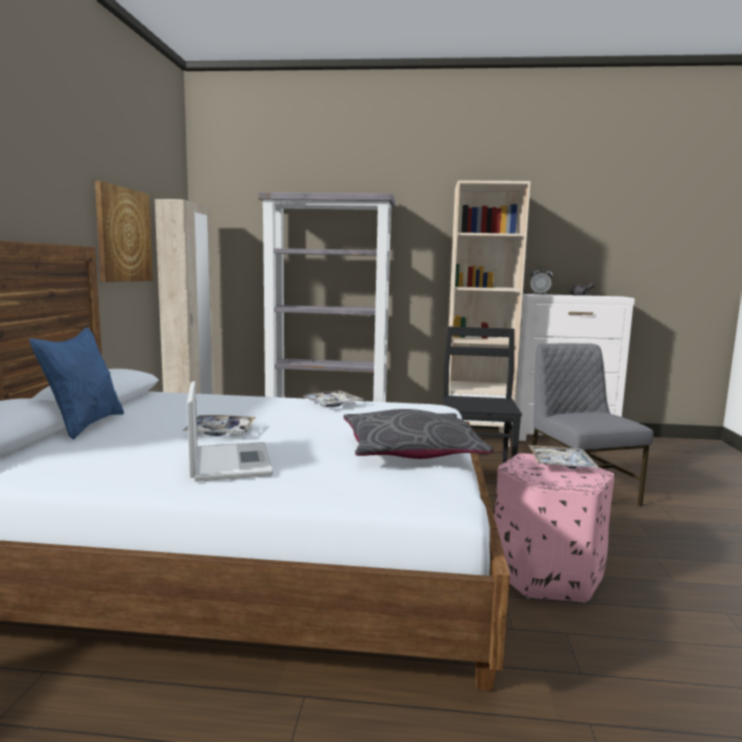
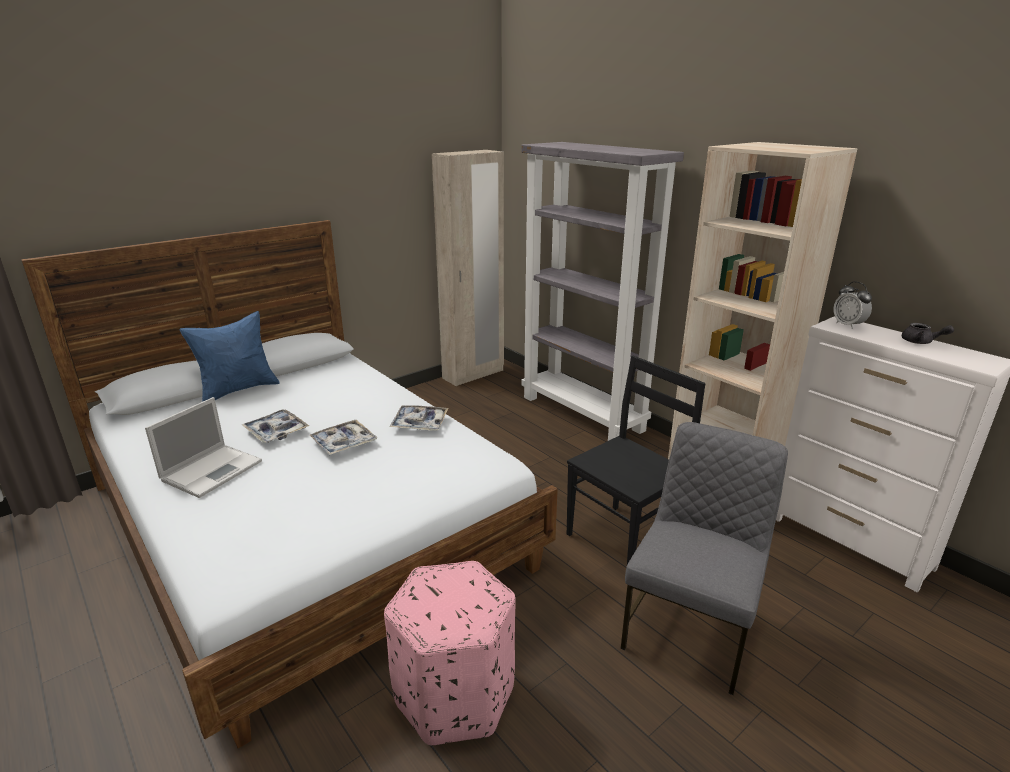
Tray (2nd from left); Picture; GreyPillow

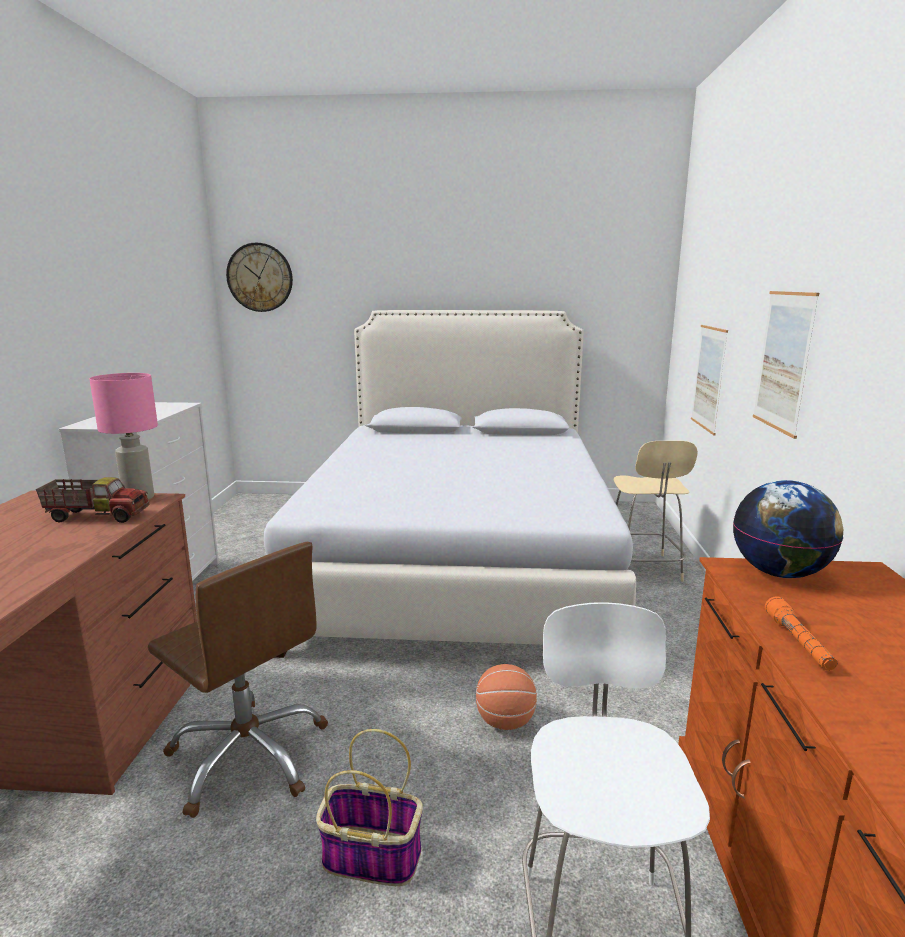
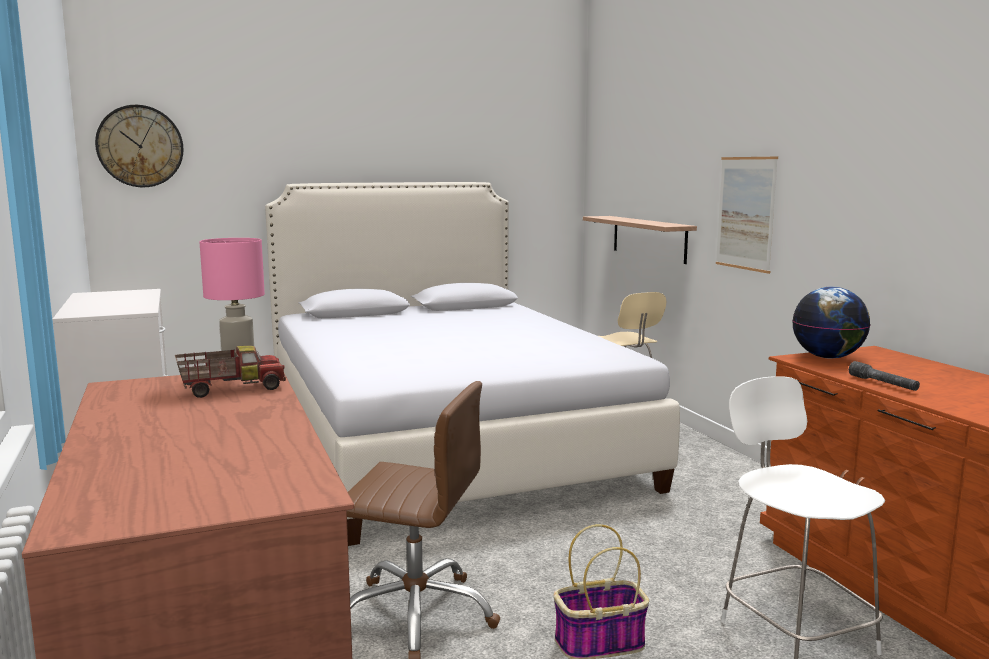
Shelf; GreyFlashlight; Basketball

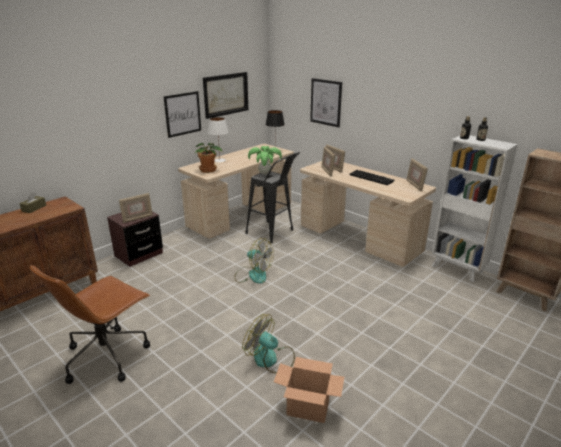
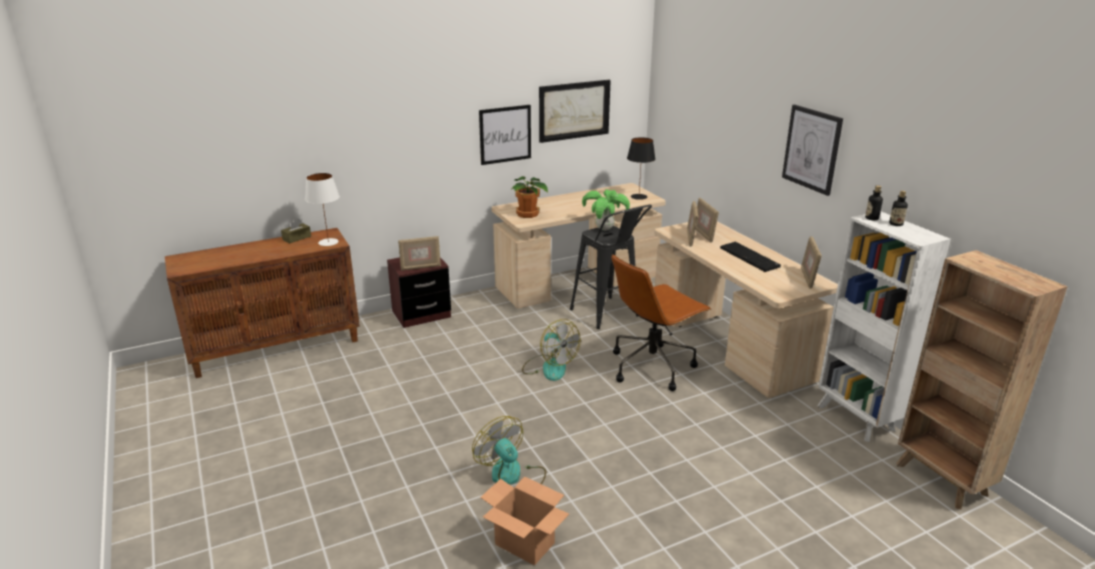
WhiteTableLamp; BrownOfficeChair; Picture (3rd from left)

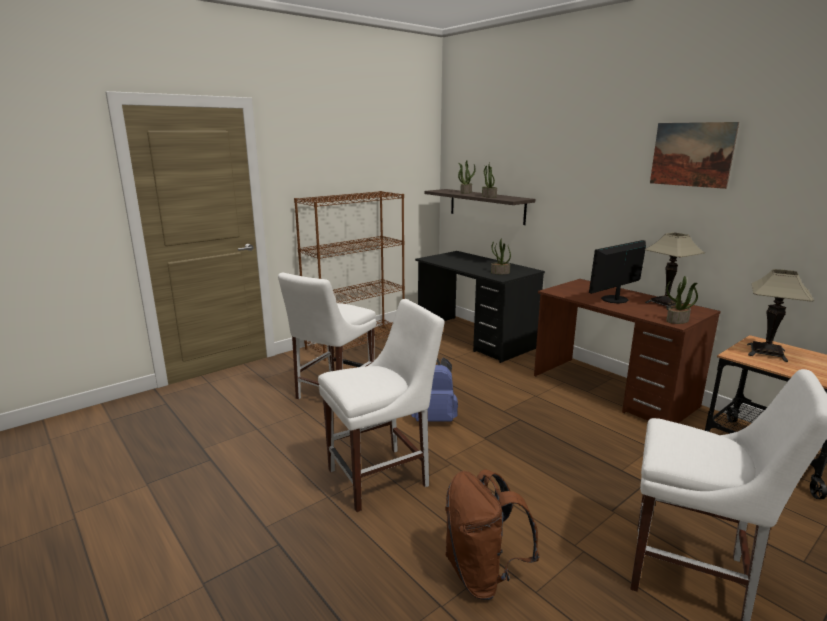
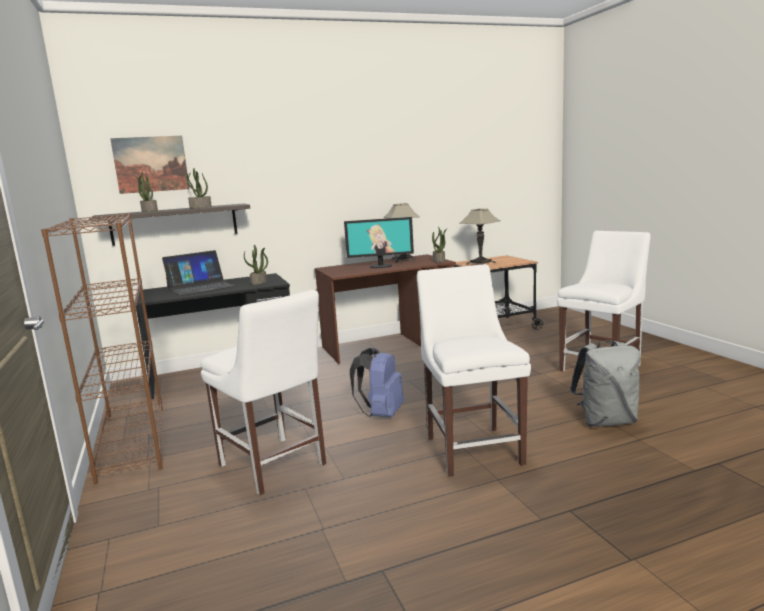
Picture; Laptop; Monitor; GreyBackpack

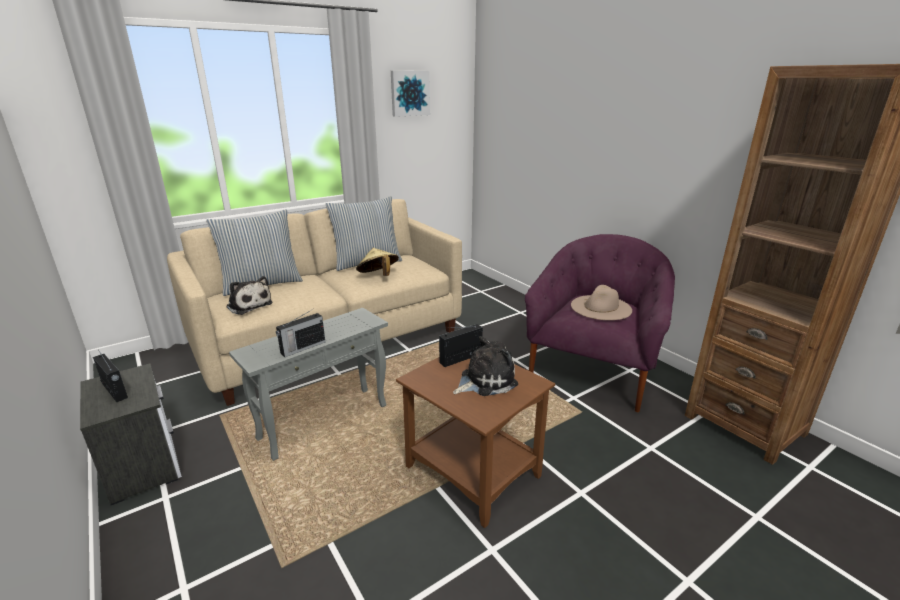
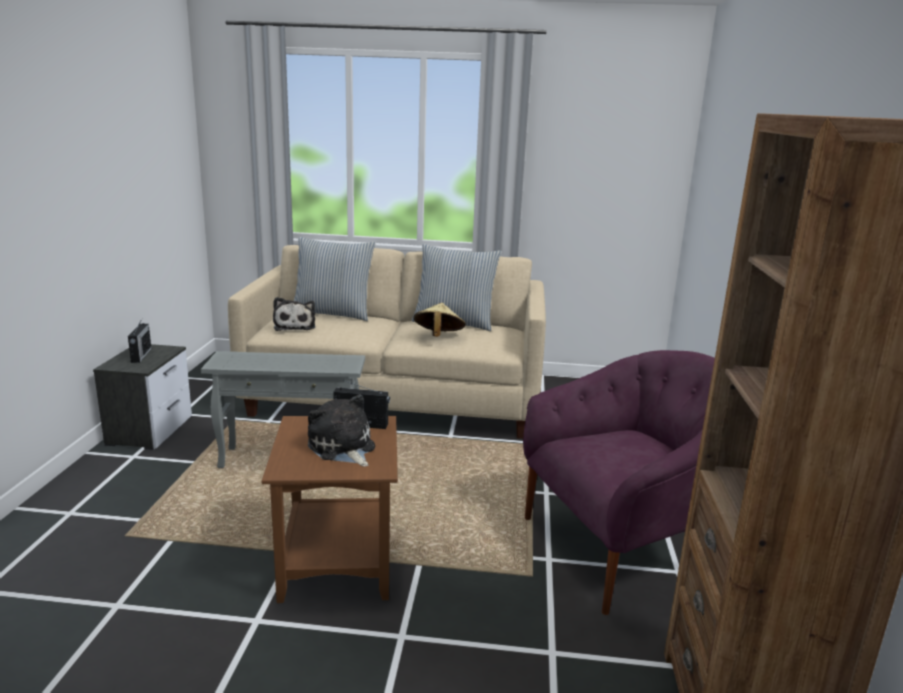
PlushToy (2nd from left); Radio (2nd from left in the first image); Picture; BeigeHat (2nd from left in the first image)

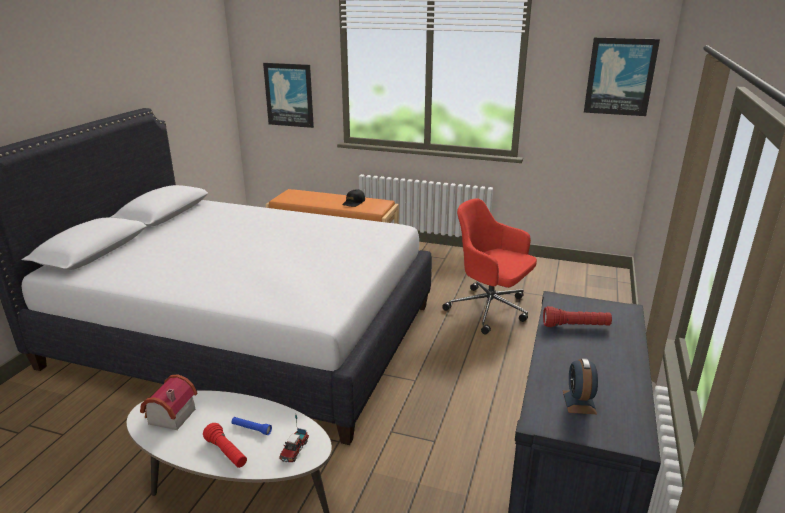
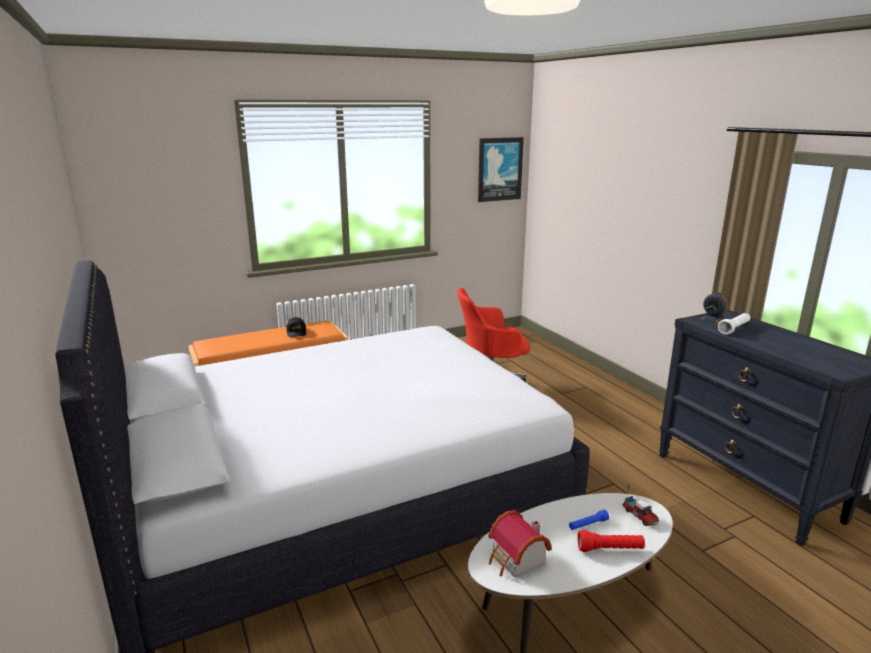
AlarmClock; WhiteFlashlight; Picture (1st from left in the first image)

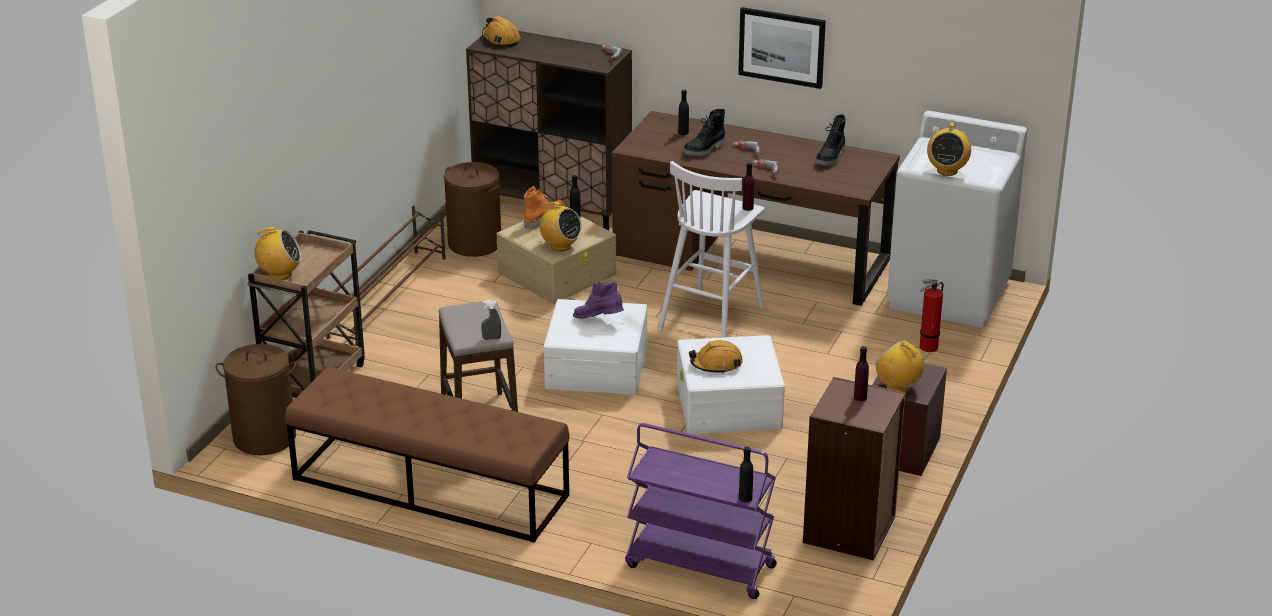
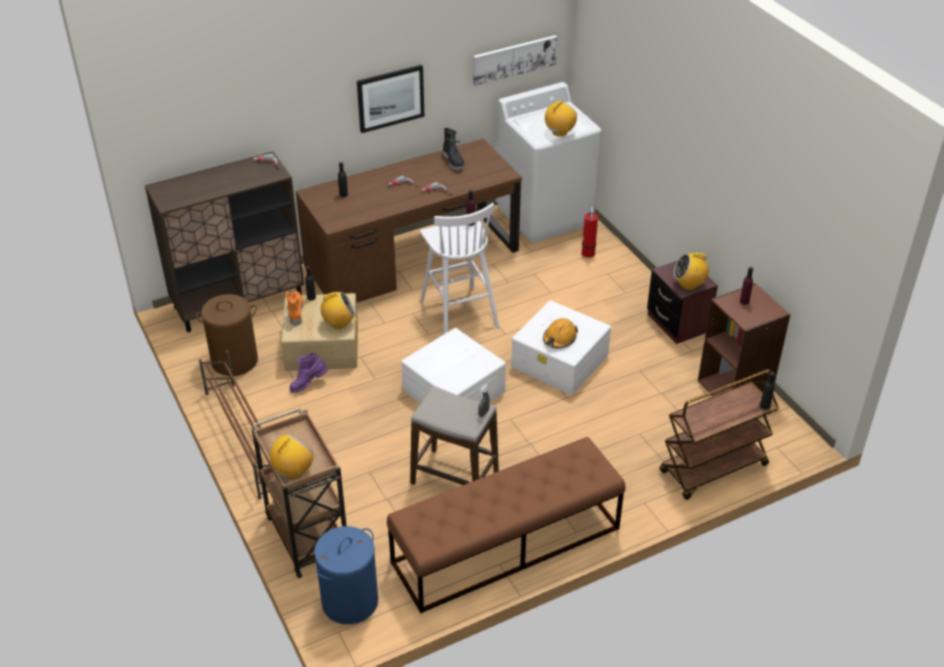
PurpleBoot; BlueLaundryBasket; Picture (2nd from left); Radio (3rd from left); BrownCart (2nd from left); OrangeHardHat (1st from left in the first image); BlackBoot (1st from left in the first image)

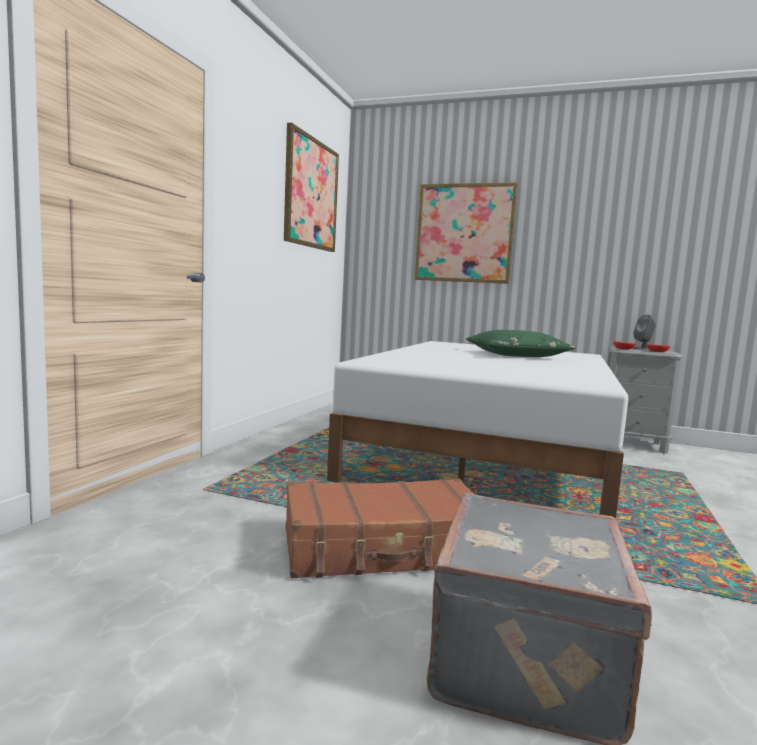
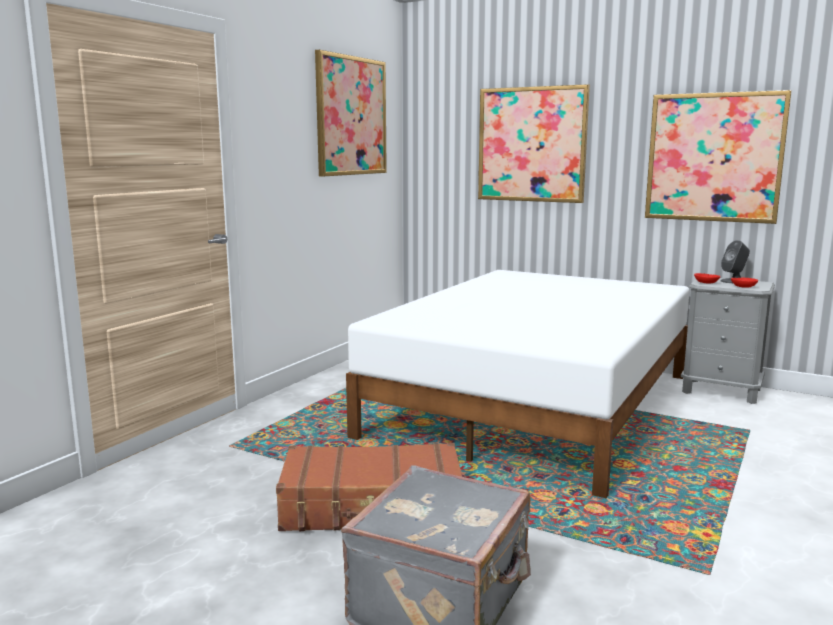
Picture (3rd from left); GreenPillow

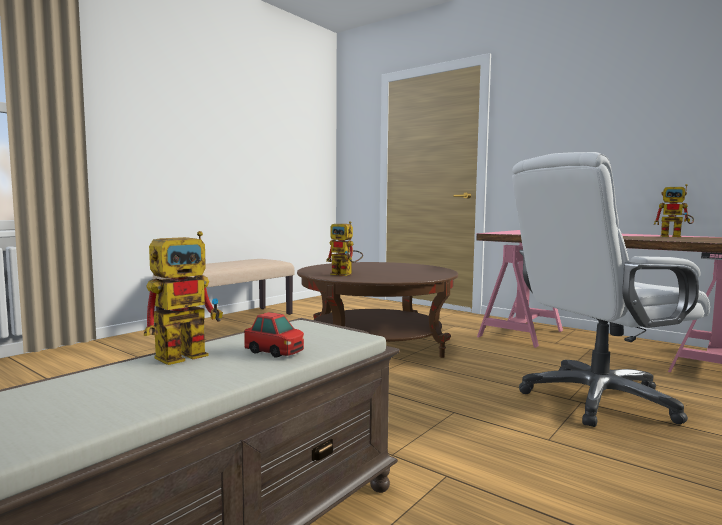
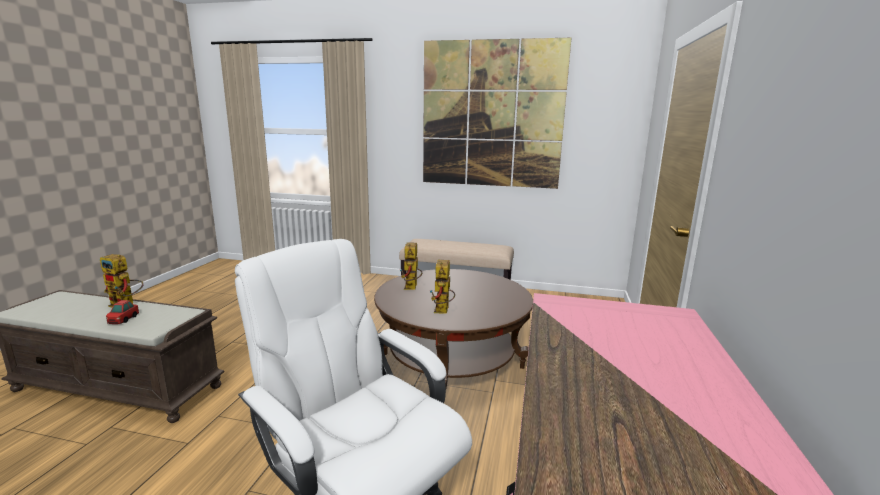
Picture; ToyRobot (3rd from left)

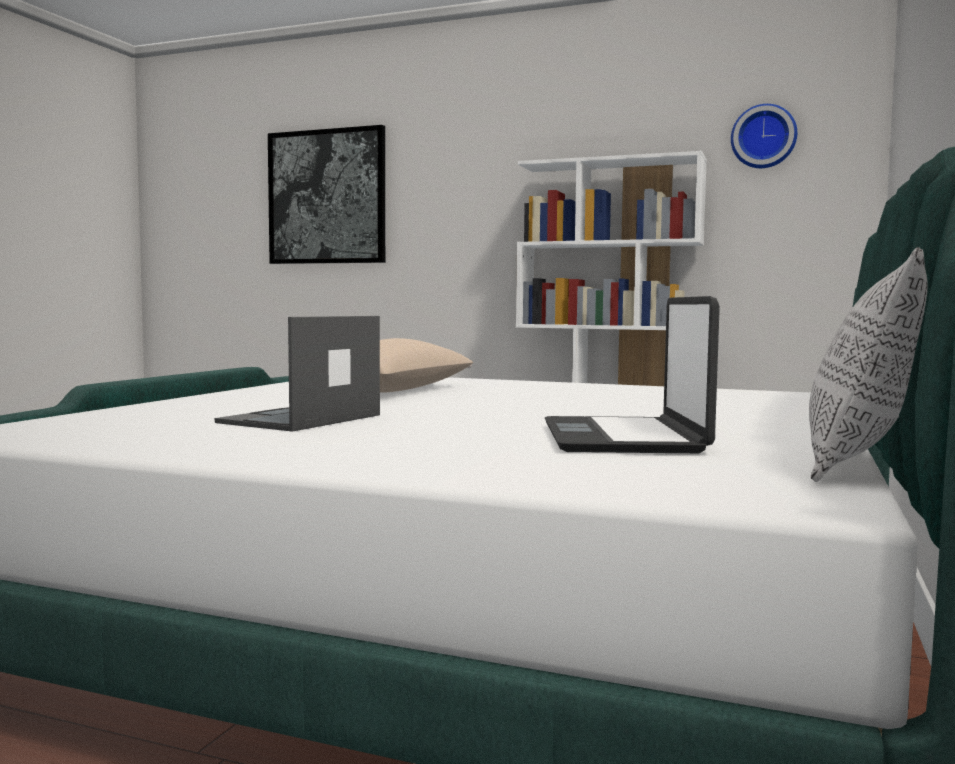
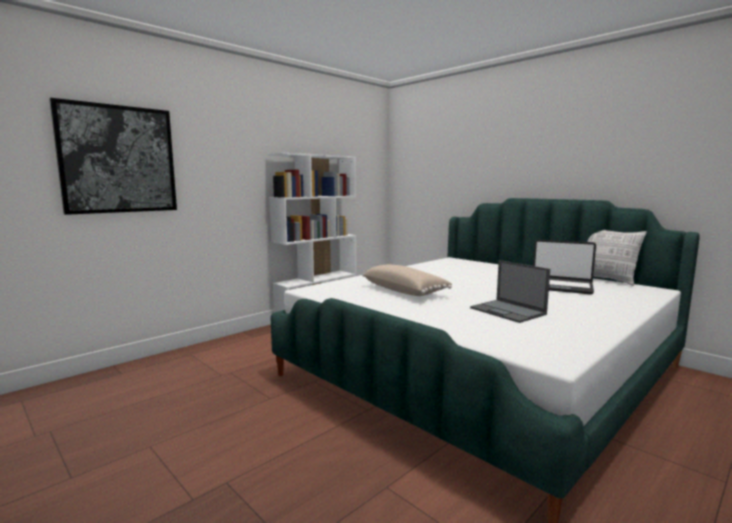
WallClock

